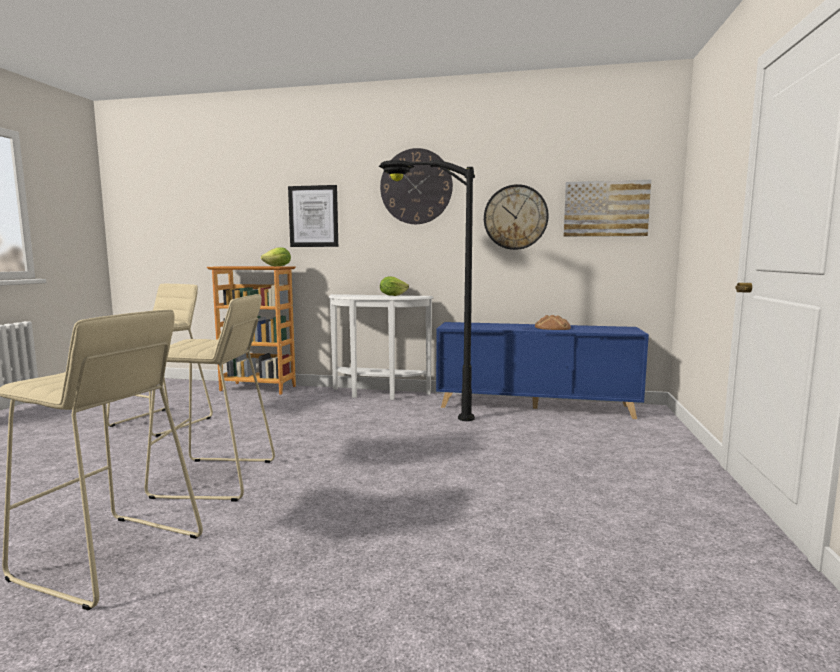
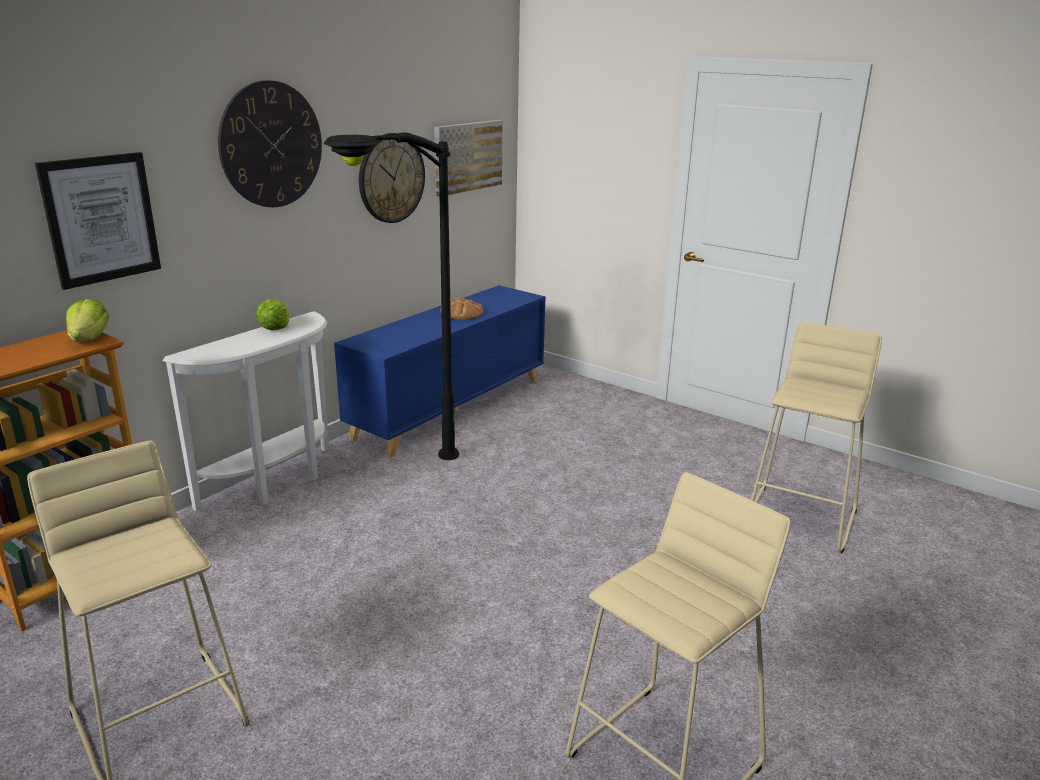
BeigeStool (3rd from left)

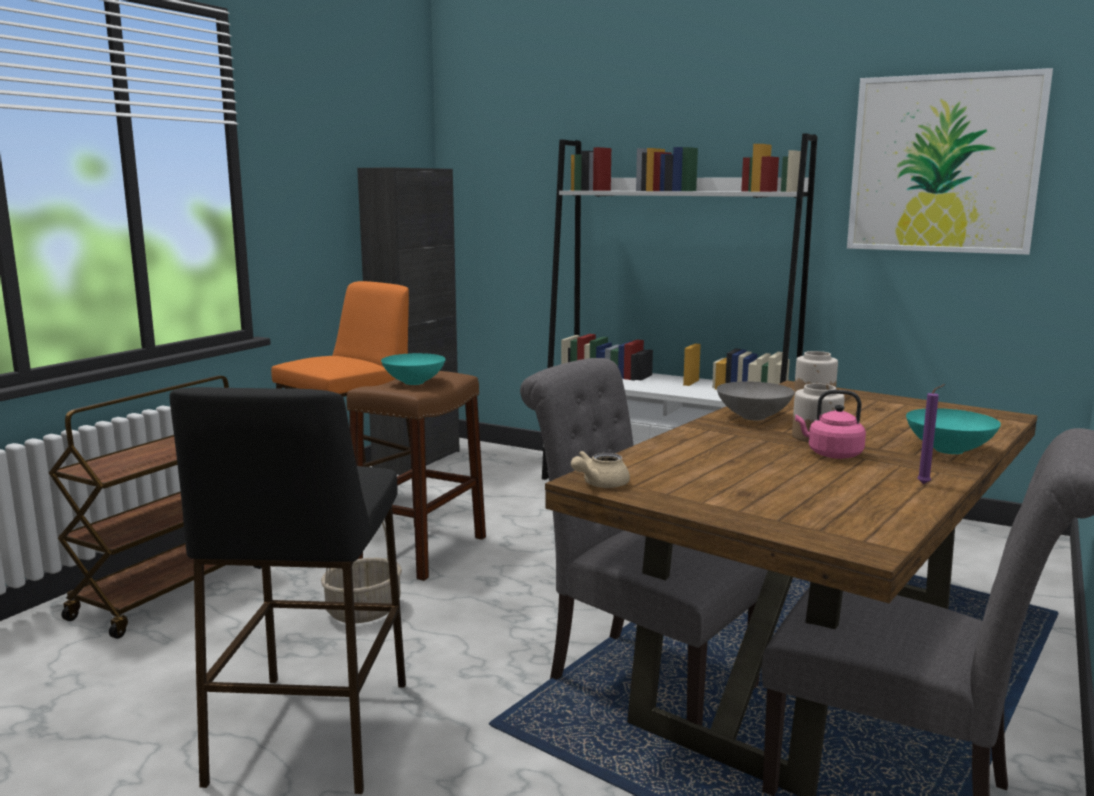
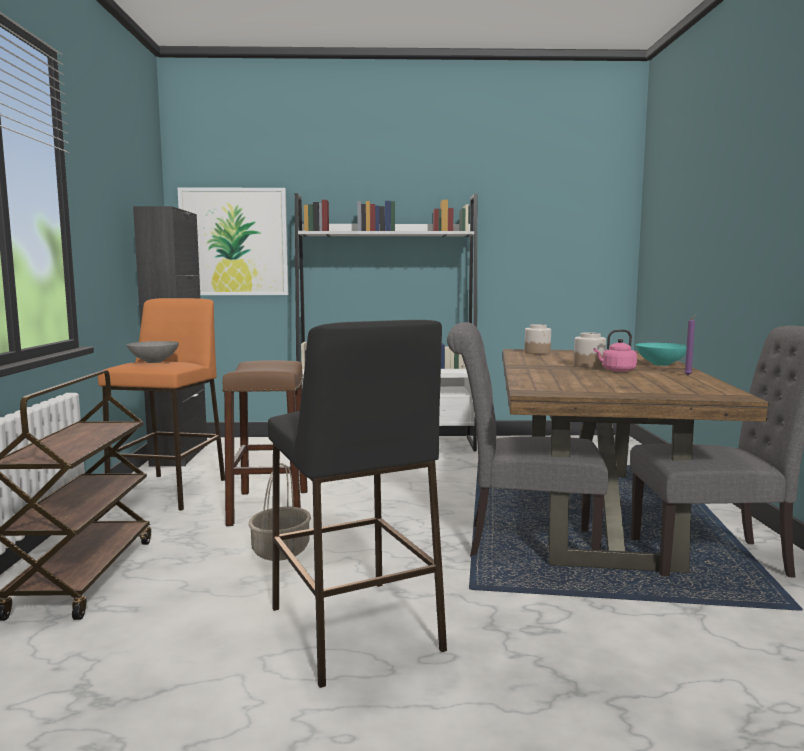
GreyBowl; Picture; TurquoiseBowl (1st from left in the first image); BeigeTeapot

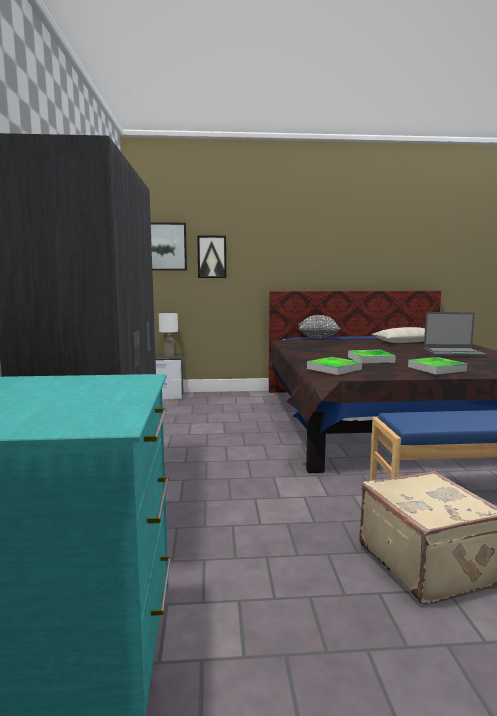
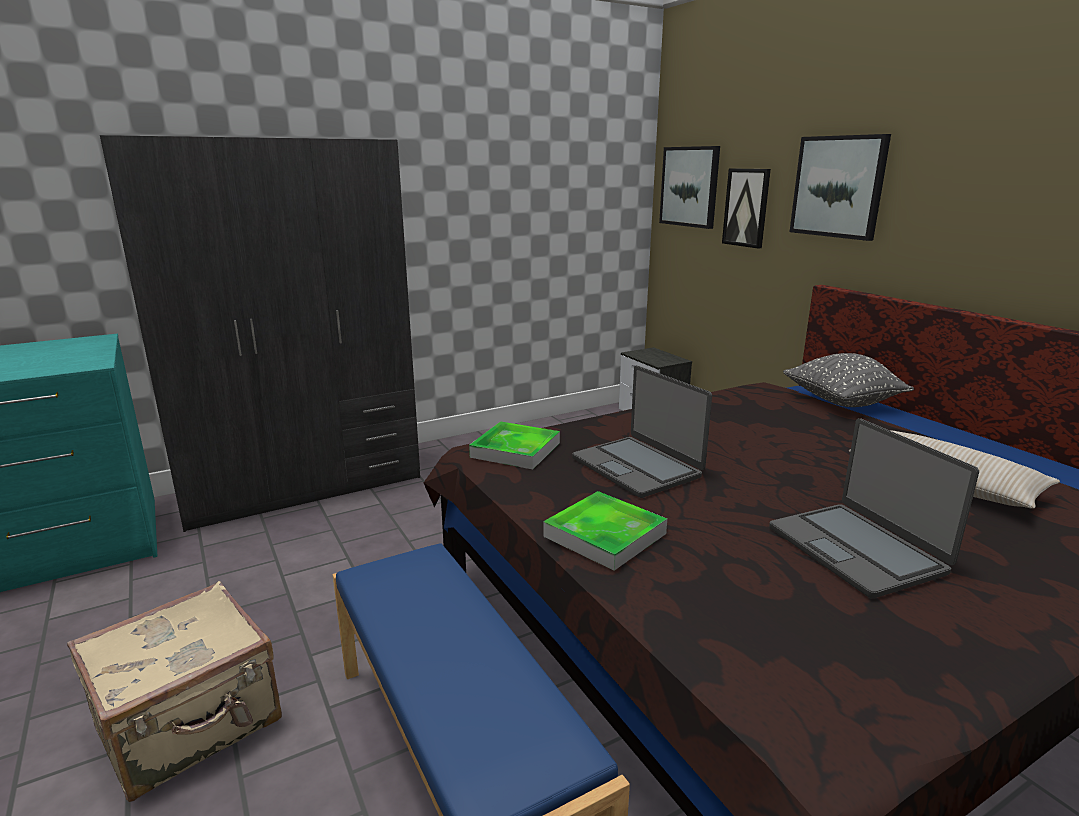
Laptop (1st from left); Picture (3rd from left); WhiteTableLamp

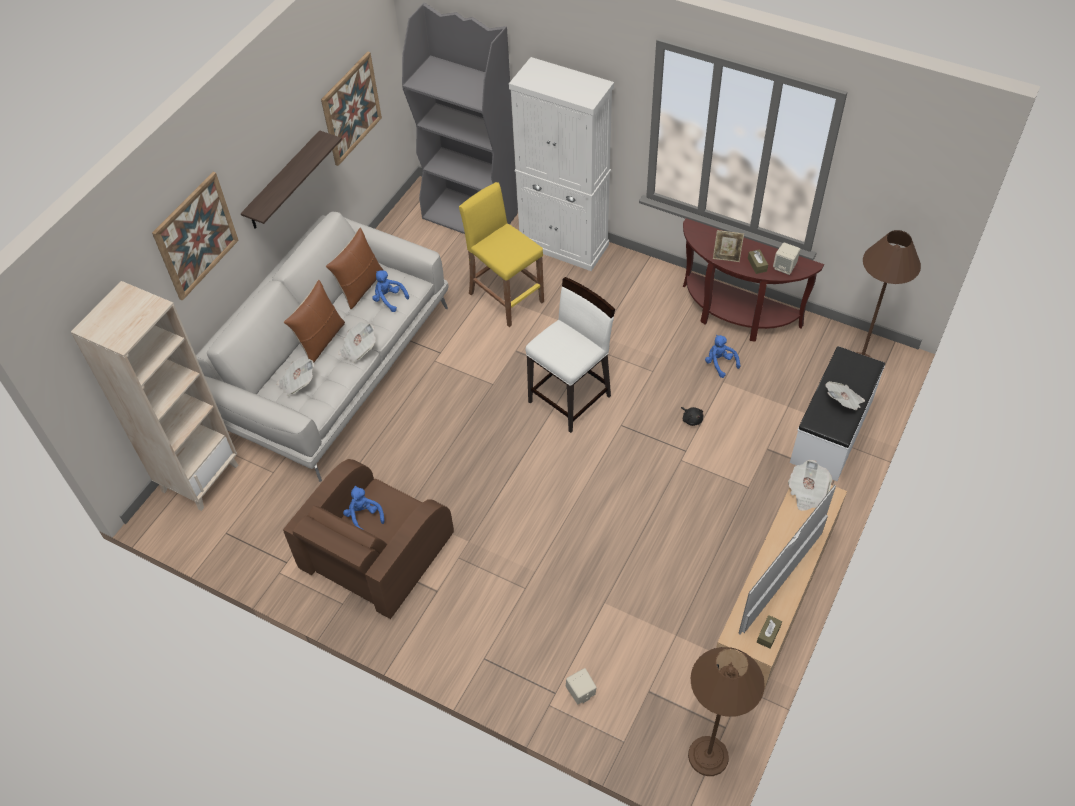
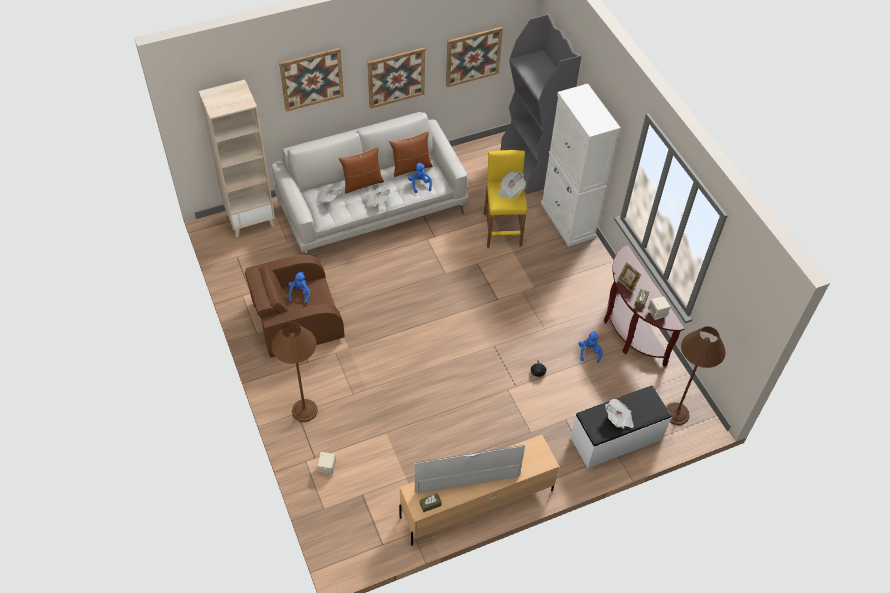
BrownFloorLamp (1st from left); Picture (2nd from left); Newspaper (3rd from left); WhiteStool

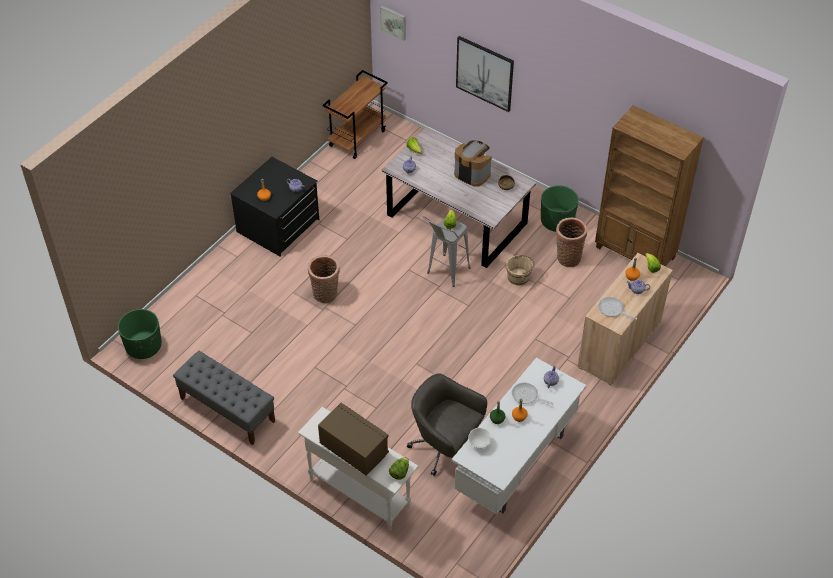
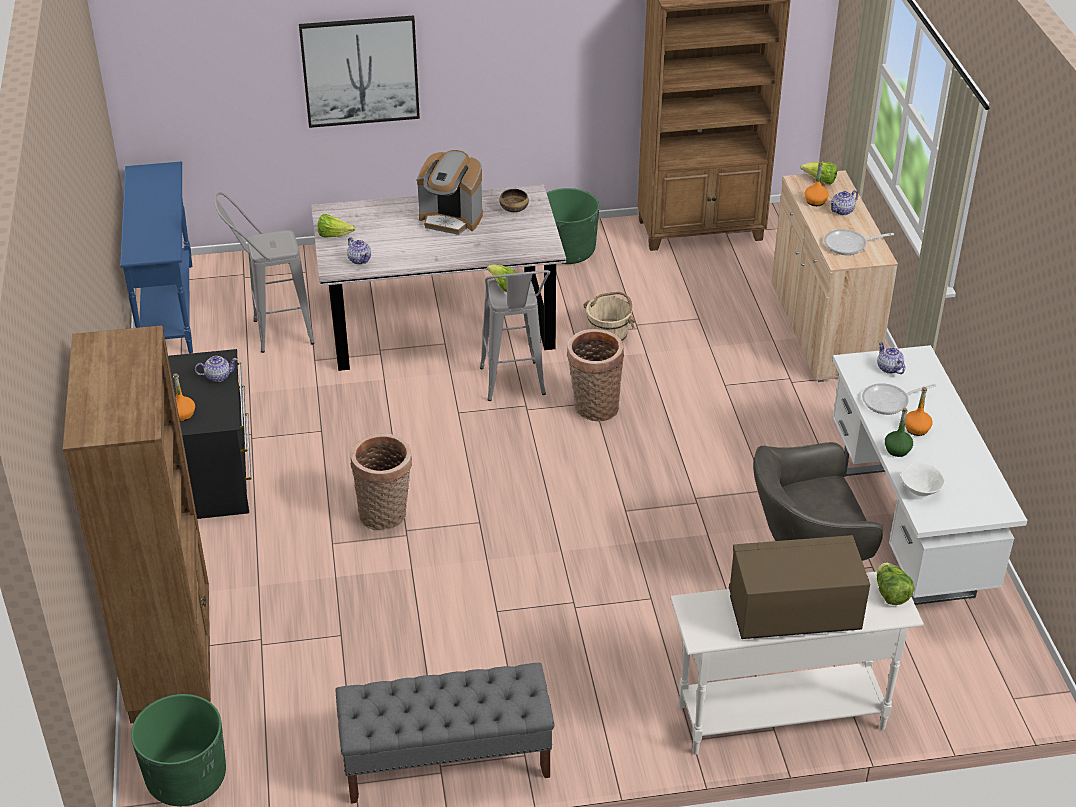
BrownBookcase (1st from left); BlueConsoleTable; GreyStool (1st from left); CoffeeMachine; Basket (2nd from left); Picture (1st from left in the first image)

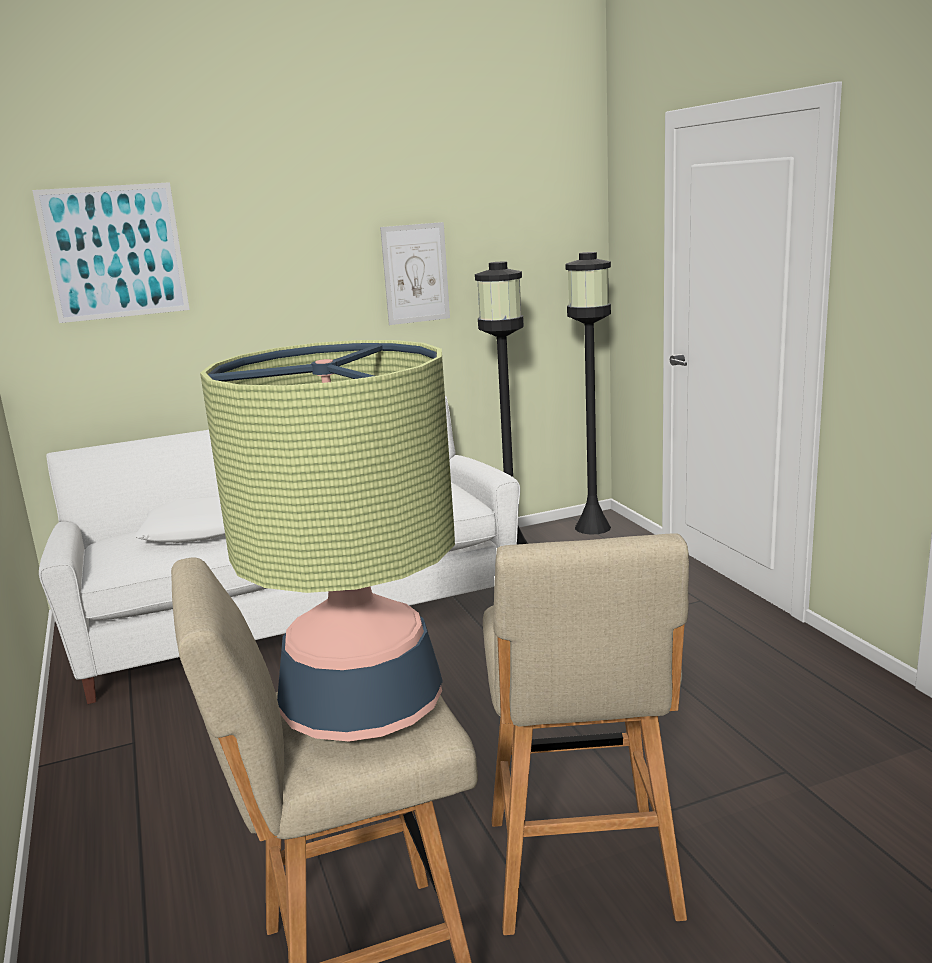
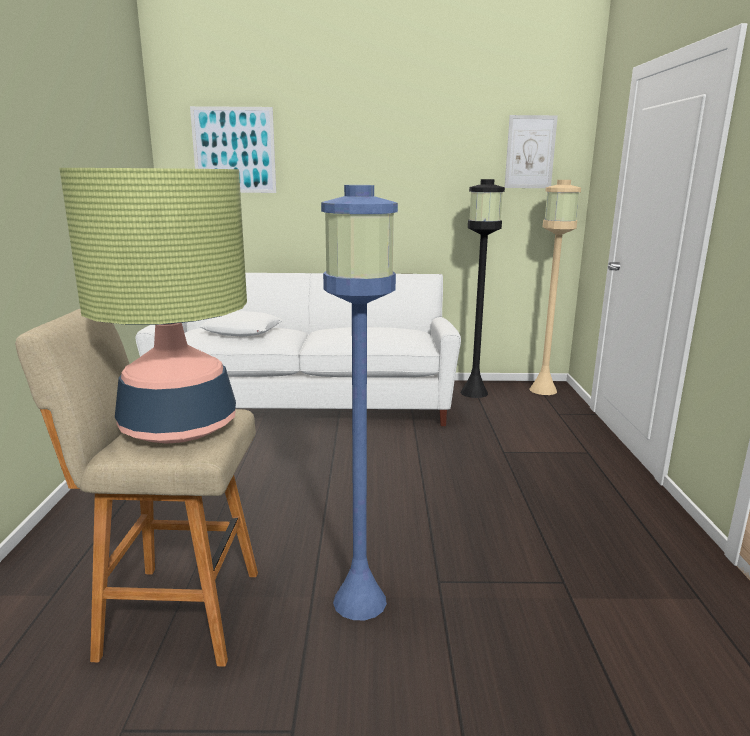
BlueFloorLamp; Picture (2nd from left); BeigeFloorLamp

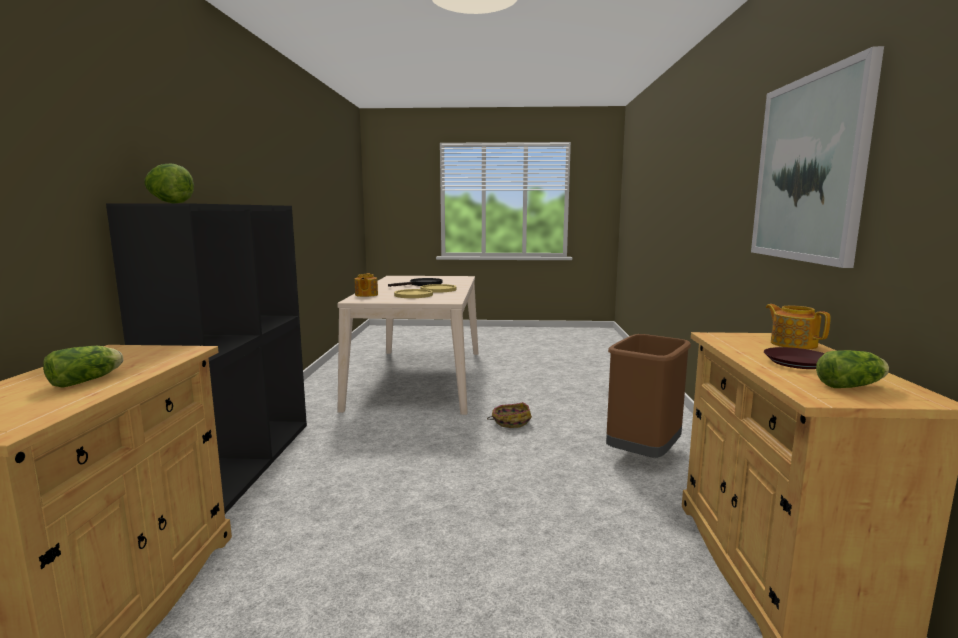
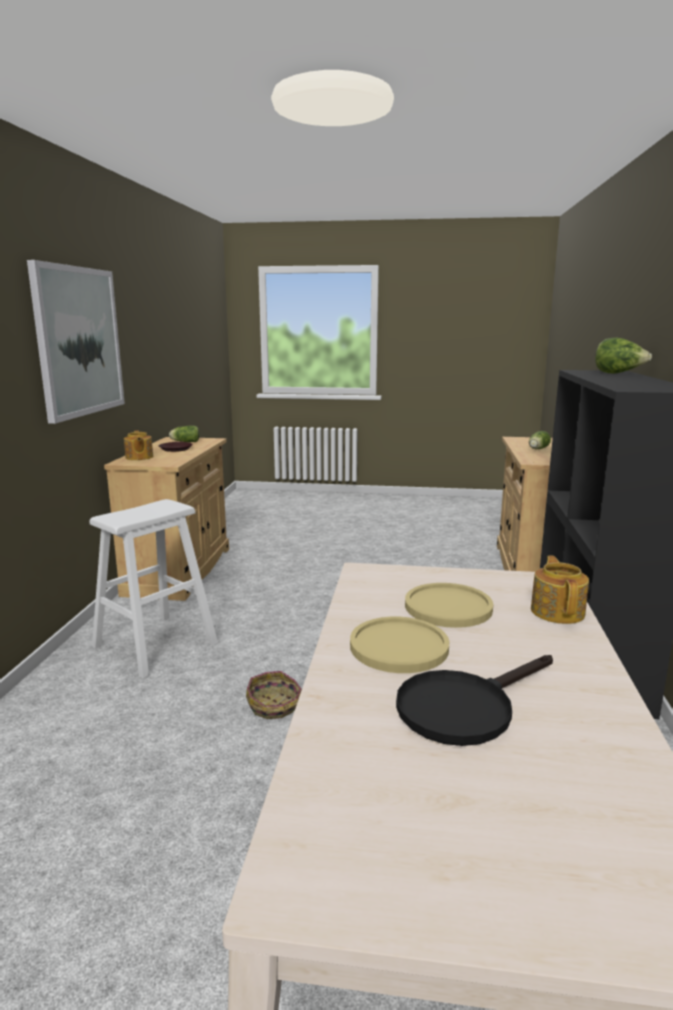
WhiteStool

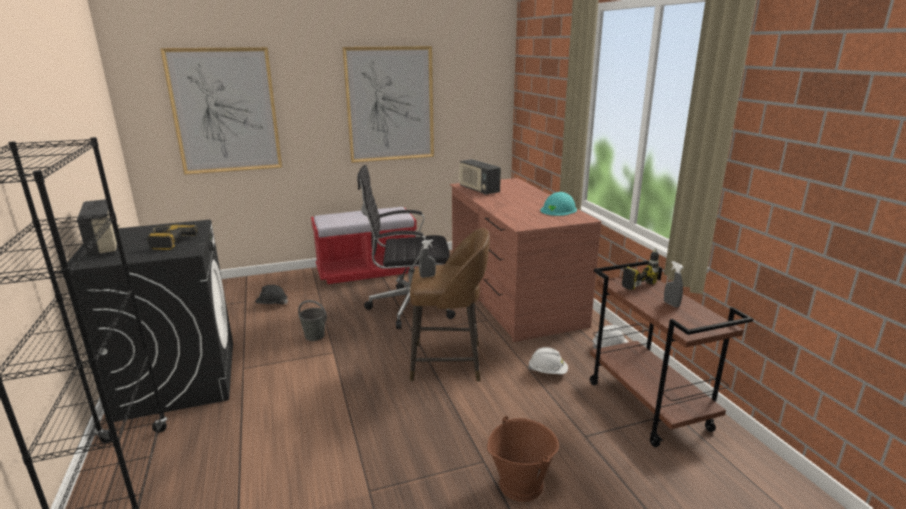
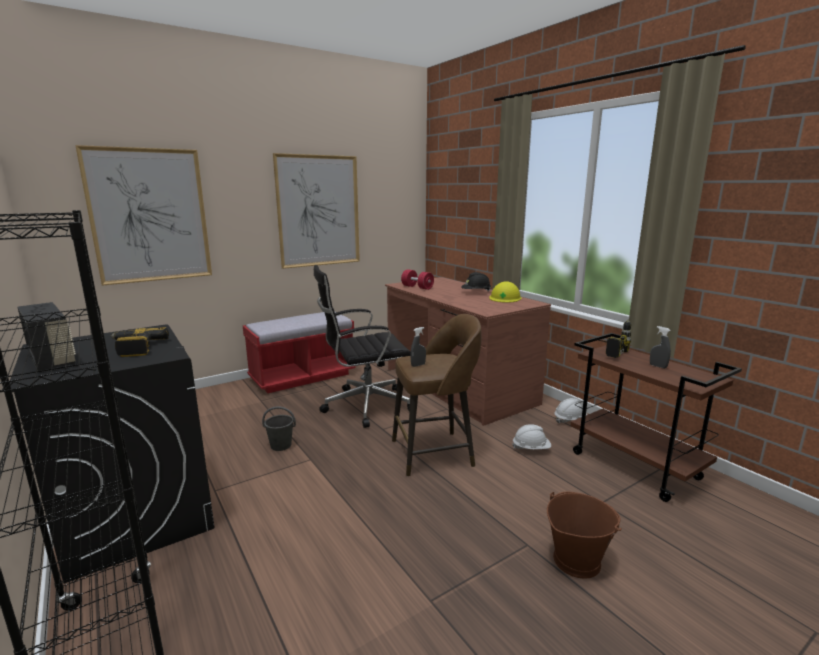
RedDumbbell; BlackHardHat; YellowHardHat

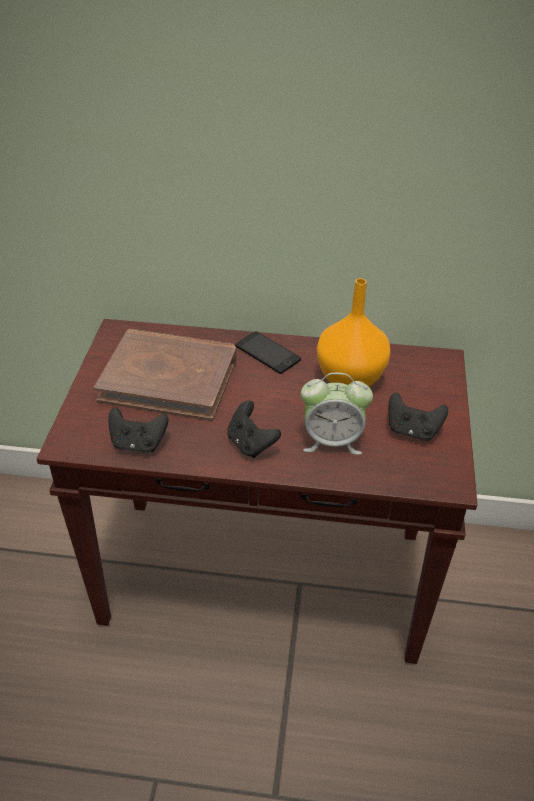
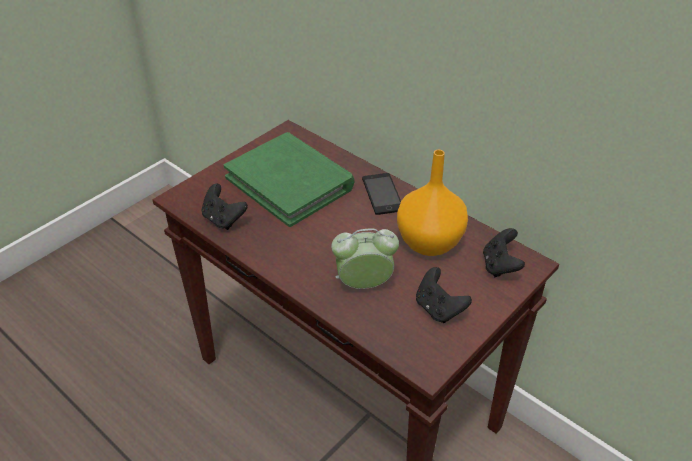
GreenBook; AlarmClock; BlackGameController (3rd from left)

